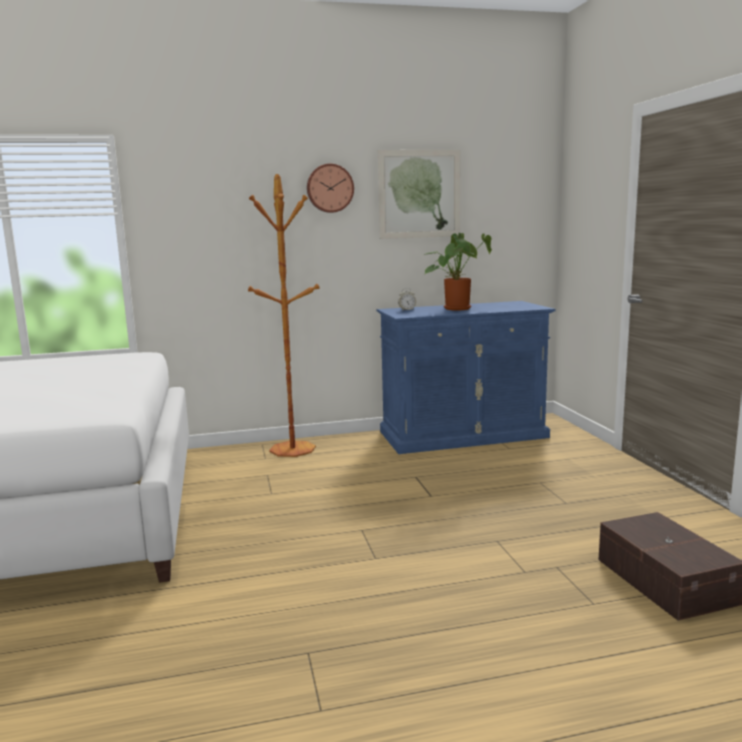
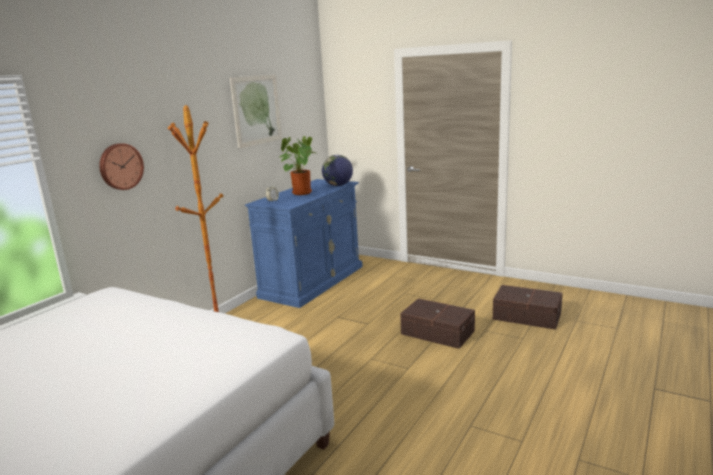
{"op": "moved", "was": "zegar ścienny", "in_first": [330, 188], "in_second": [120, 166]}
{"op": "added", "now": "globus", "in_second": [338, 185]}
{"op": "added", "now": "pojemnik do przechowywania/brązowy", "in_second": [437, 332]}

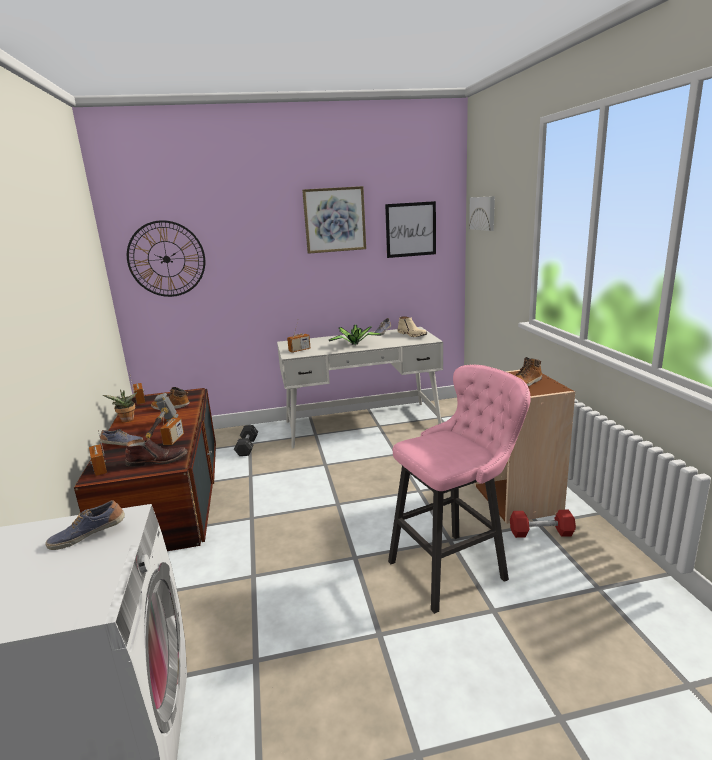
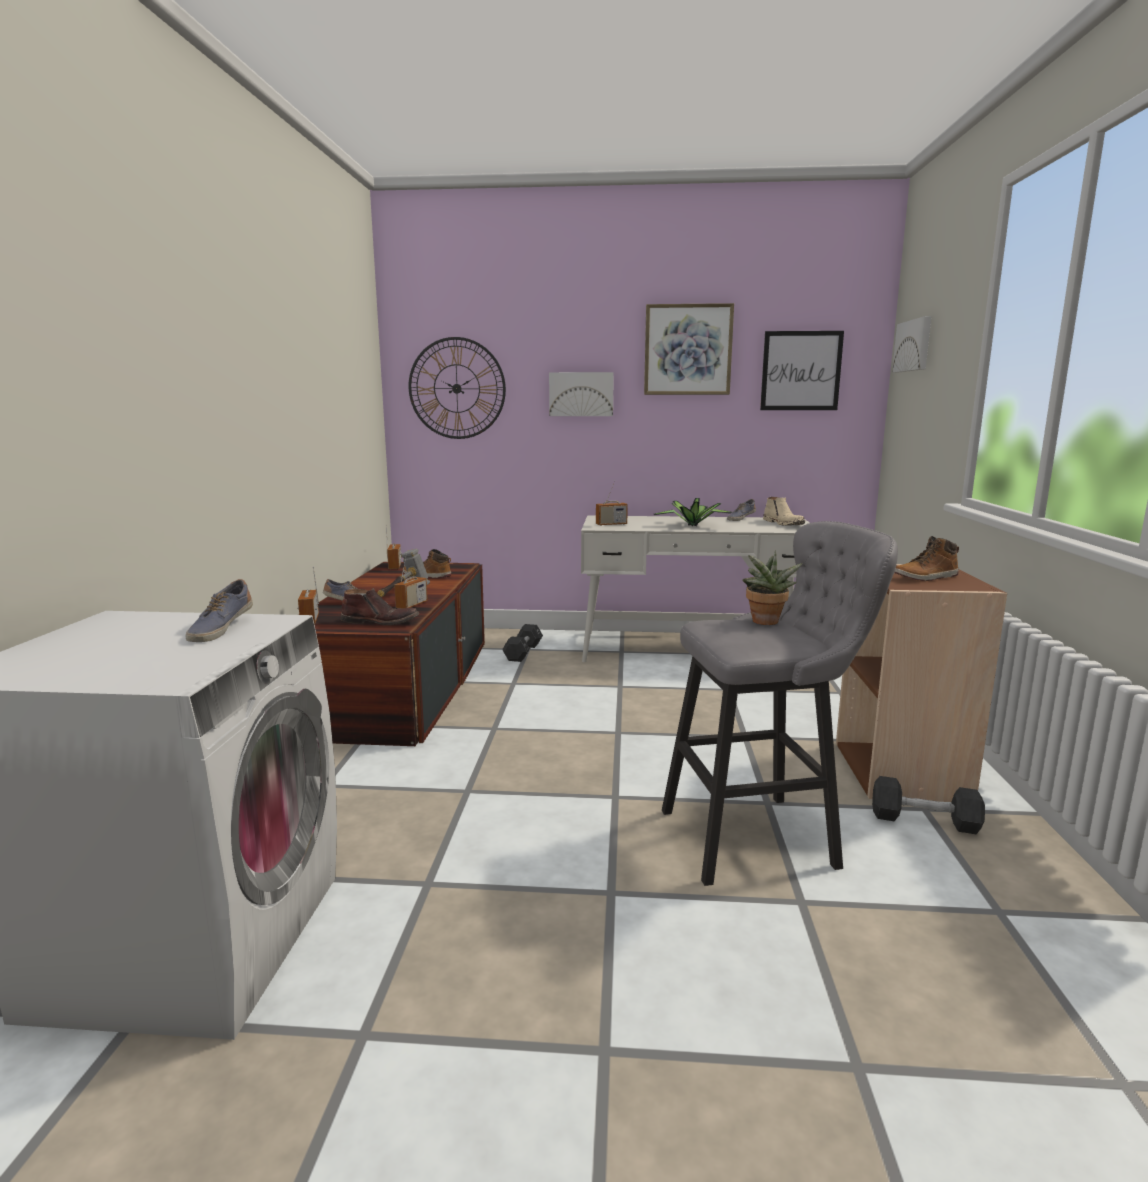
{"op": "turned", "was": "but", "in_first": [88, 535], "in_second": [220, 629], "clockwise": -75}
{"op": "moved", "was": "roślina doniczkowa", "in_first": [127, 420], "in_second": [765, 623]}
{"op": "recoloured", "was": "stołek/różowy", "now": "stołek/szary", "in_first": [458, 565], "in_second": [767, 835]}
{"op": "recoloured", "was": "hantel/czerwony", "now": "hantel/czarny", "in_first": [541, 533], "in_second": [924, 820]}
{"op": "added", "now": "obraz", "in_second": [581, 394]}

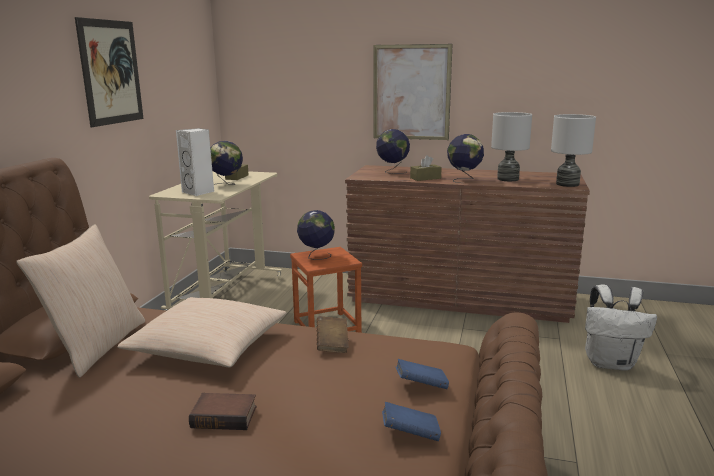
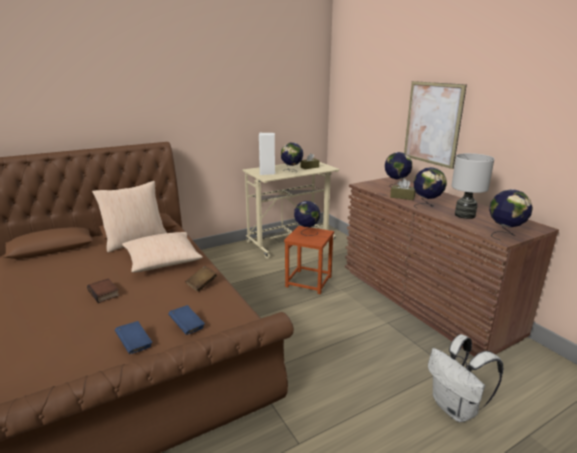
{"op": "removed", "was": "obraz", "in_first": [111, 72]}
{"op": "replaced", "was": "lampa stołowa/szary", "now": "globus", "in_first": [567, 184], "in_second": [504, 235]}

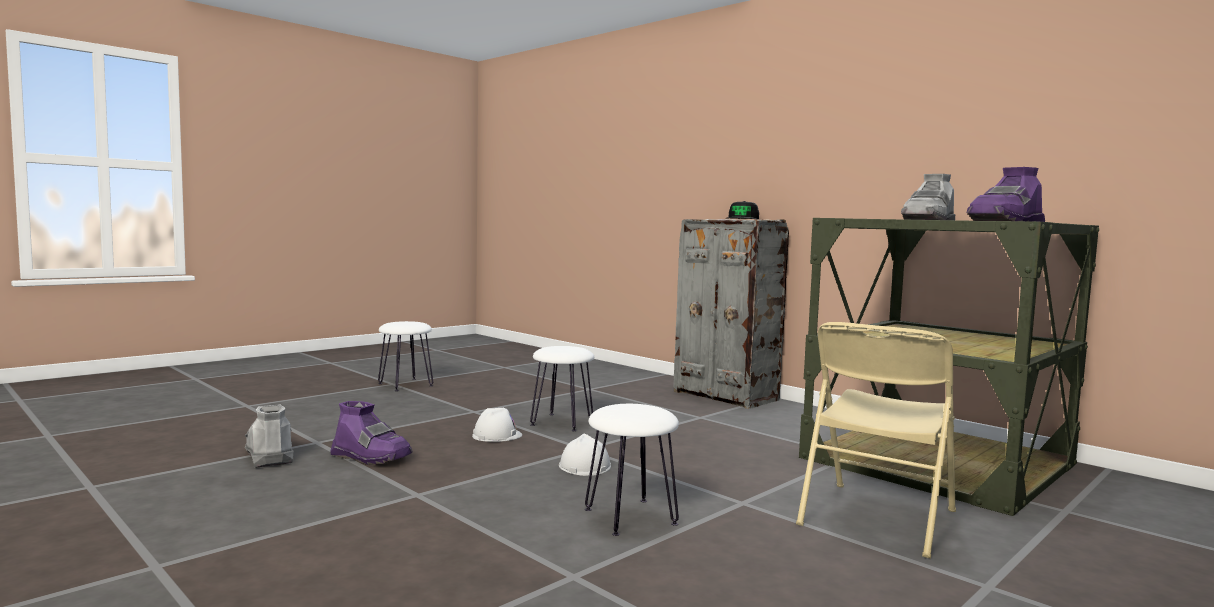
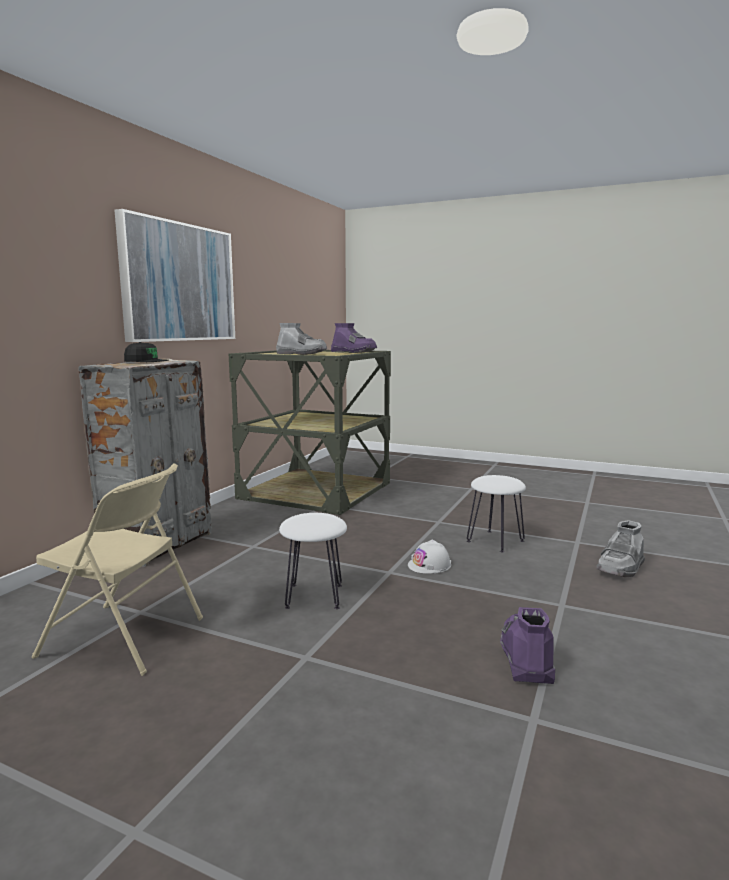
{"op": "moved", "was": "but z cholewką/szary", "in_first": [270, 454], "in_second": [620, 568]}
{"op": "removed", "was": "stołek/biały", "in_first": [405, 384]}
{"op": "removed", "was": "kask/biały", "in_first": [497, 435]}
{"op": "moved", "was": "krzesło/beżowy", "in_first": [877, 518], "in_second": [122, 637]}
{"op": "added", "now": "obraz", "in_second": [179, 282]}

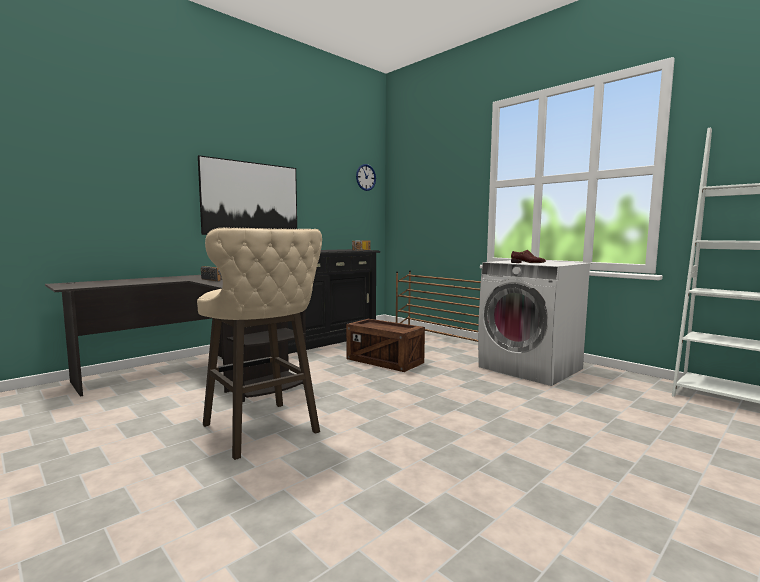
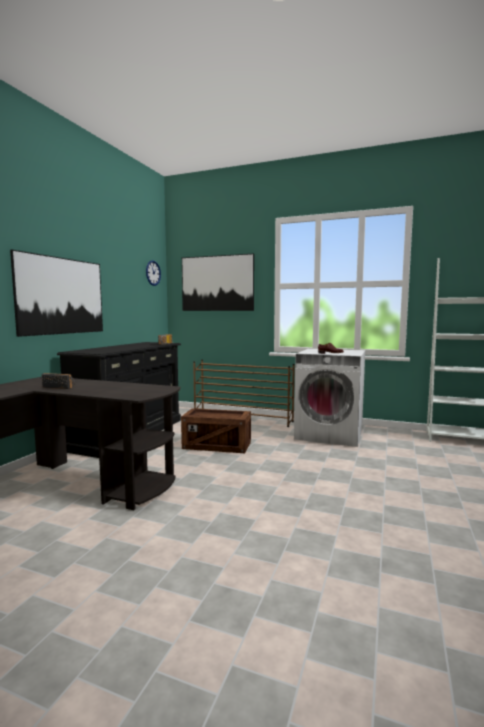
{"op": "removed", "was": "stołek/beżowy", "in_first": [263, 430]}
{"op": "added", "now": "obraz", "in_second": [217, 283]}

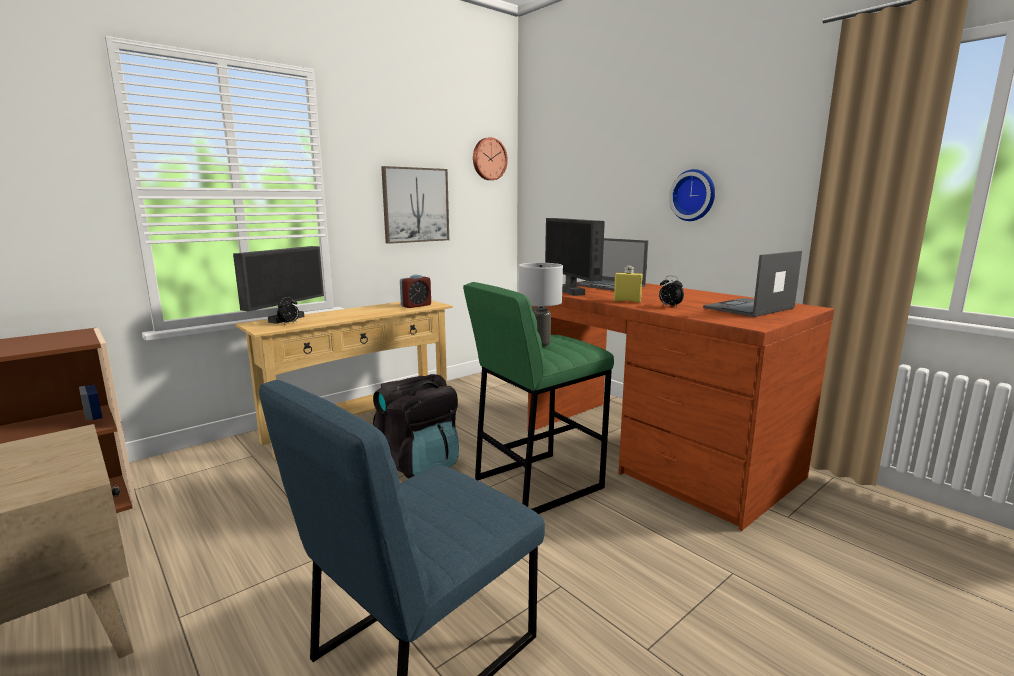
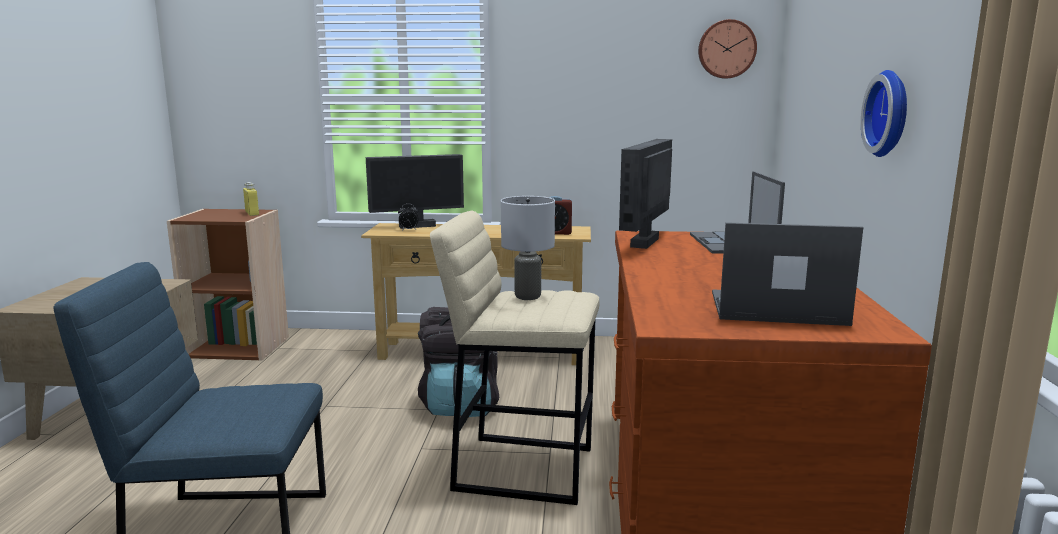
{"op": "removed", "was": "obraz", "in_first": [415, 205]}
{"op": "recoloured", "was": "stołek/zielony", "now": "stołek/beżowy", "in_first": [536, 484], "in_second": [520, 468]}
{"op": "moved", "was": "butelka/żółty", "in_first": [627, 301], "in_second": [252, 213]}
{"op": "removed", "was": "budzik", "in_first": [669, 306]}

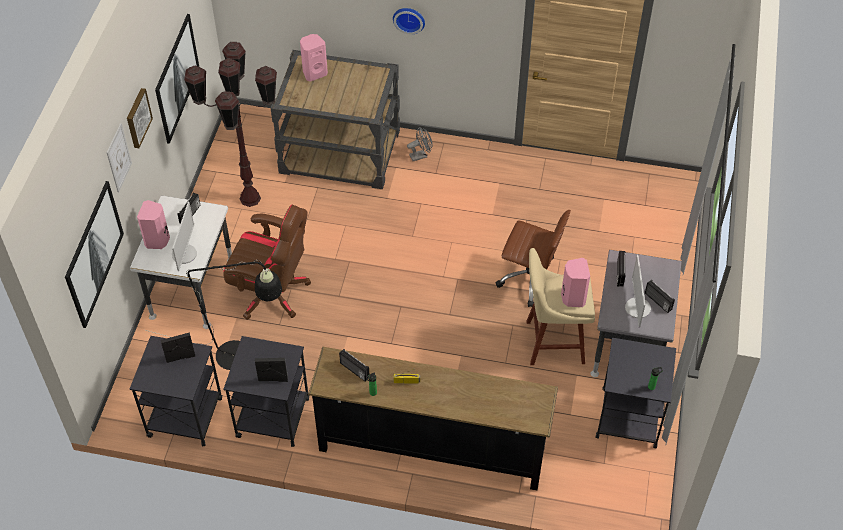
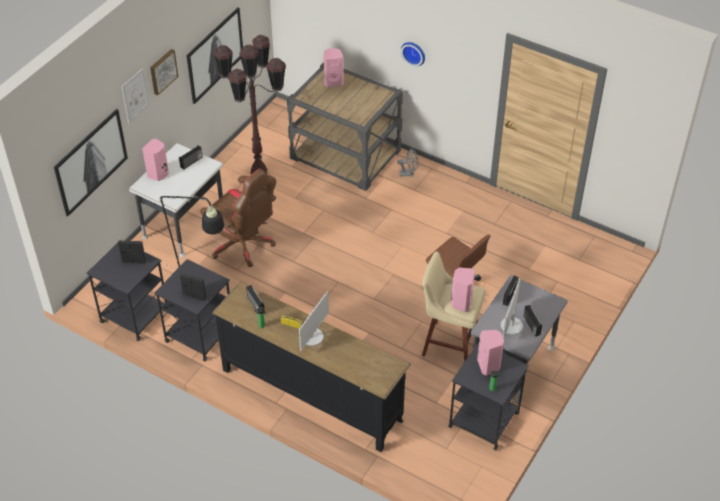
{"op": "moved", "was": "monitor", "in_first": [184, 254], "in_second": [312, 337]}
{"op": "added", "now": "głośnik/różowy", "in_second": [489, 365]}

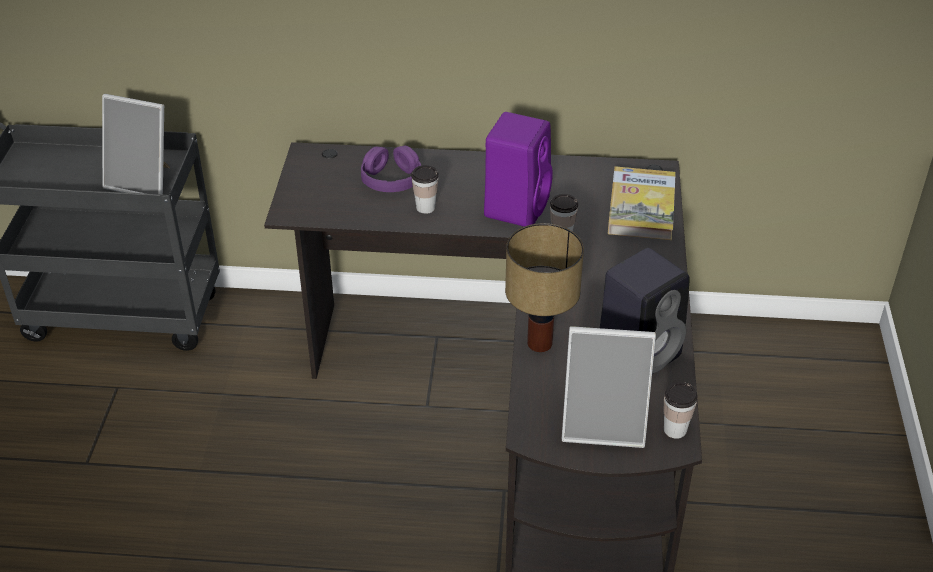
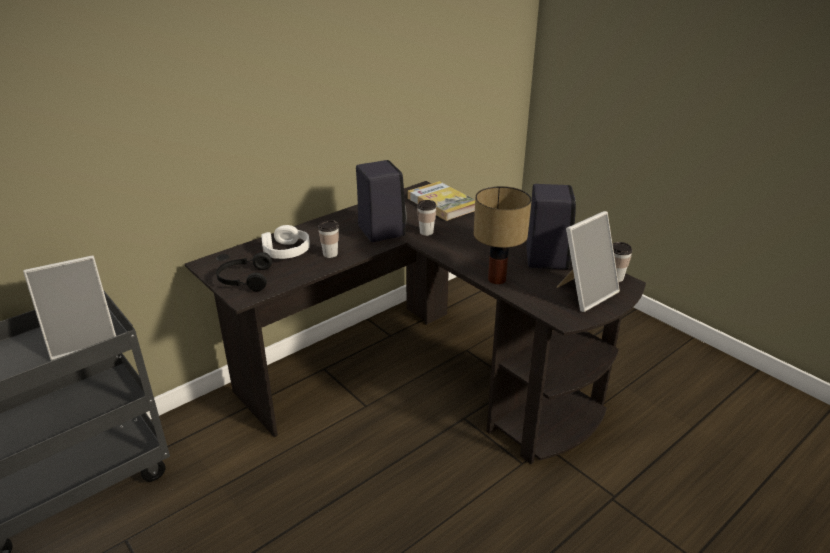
{"op": "recoloured", "was": "słuchawki/fioletowy", "now": "słuchawki/biały", "in_first": [391, 179], "in_second": [286, 251]}
{"op": "recoloured", "was": "głośnik/fioletowy", "now": "głośnik/czarny", "in_first": [517, 206], "in_second": [380, 230]}
{"op": "added", "now": "słuchawki/czarny", "in_second": [244, 280]}

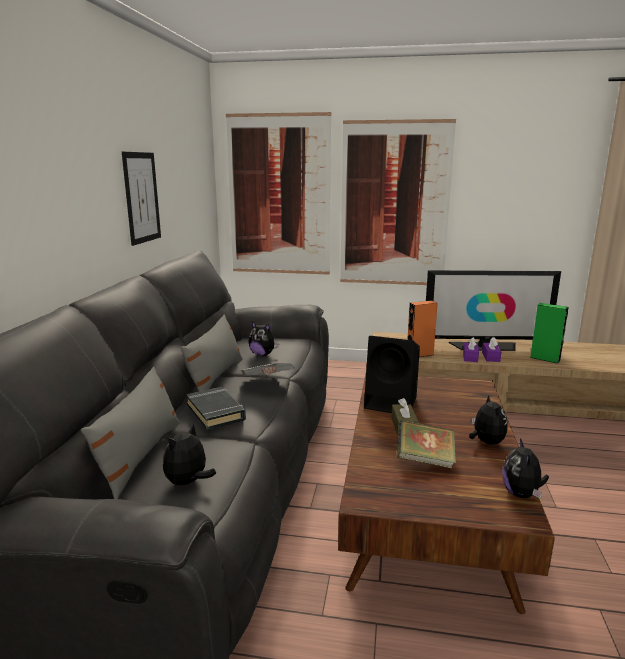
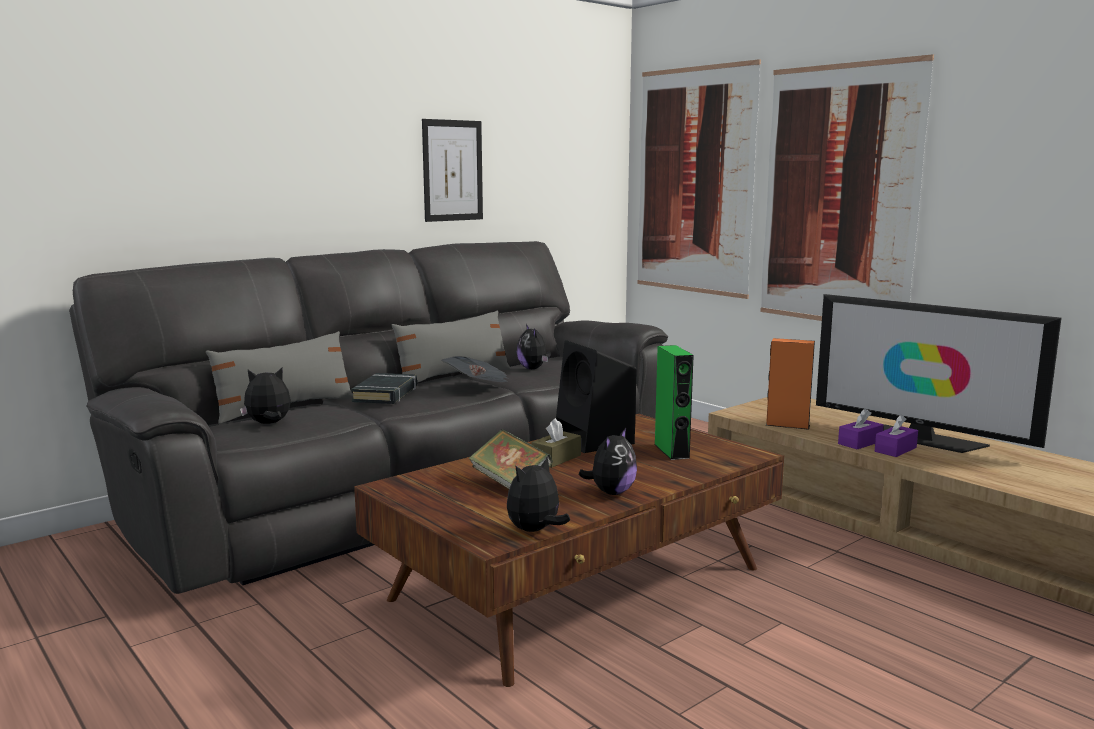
{"op": "moved", "was": "głośnik/zielony", "in_first": [545, 359], "in_second": [671, 451]}

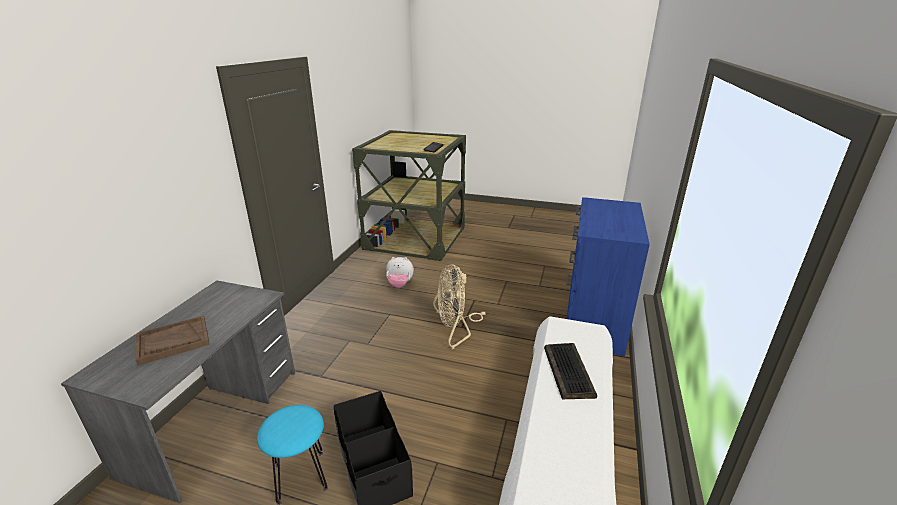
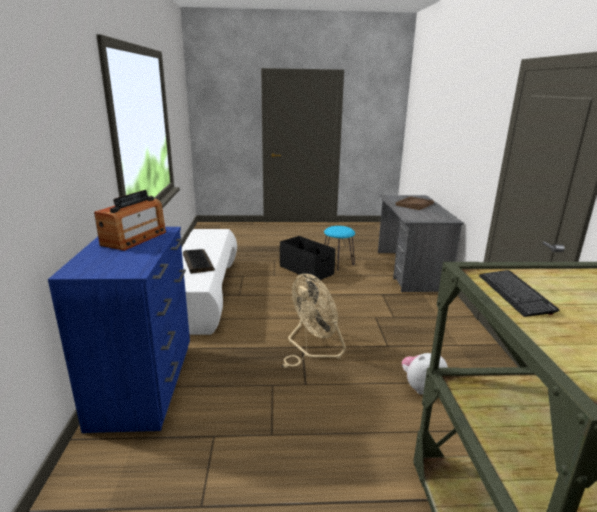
{"op": "added", "now": "radio", "in_second": [134, 238]}

